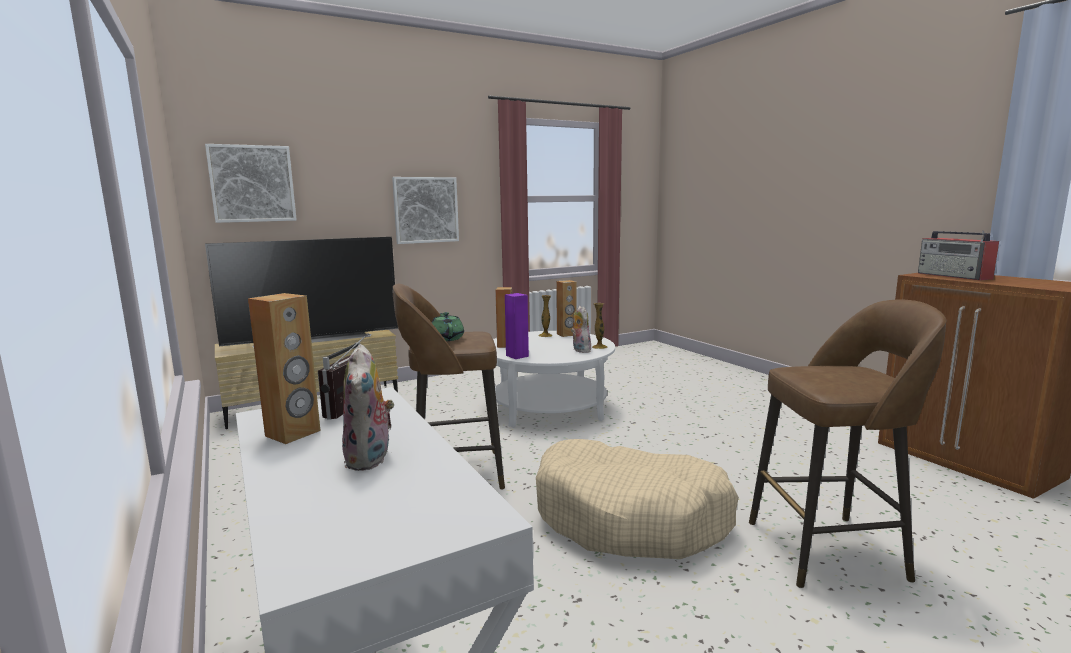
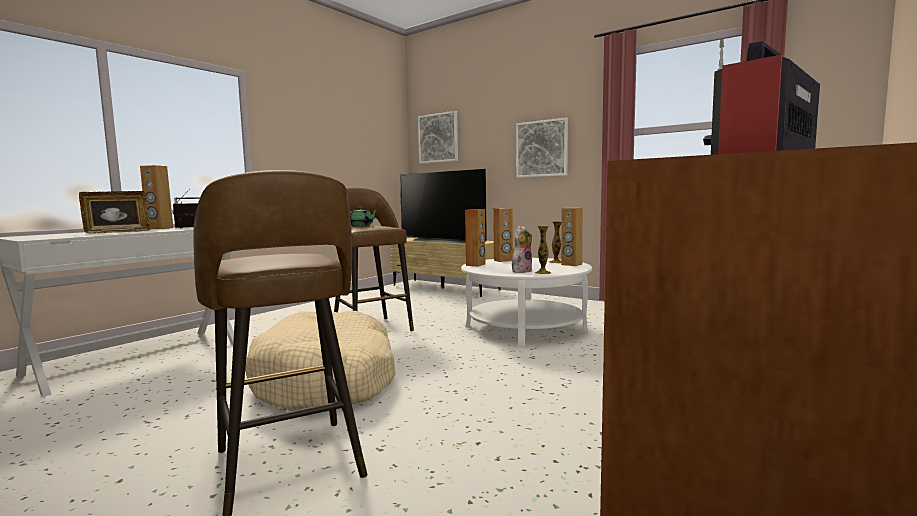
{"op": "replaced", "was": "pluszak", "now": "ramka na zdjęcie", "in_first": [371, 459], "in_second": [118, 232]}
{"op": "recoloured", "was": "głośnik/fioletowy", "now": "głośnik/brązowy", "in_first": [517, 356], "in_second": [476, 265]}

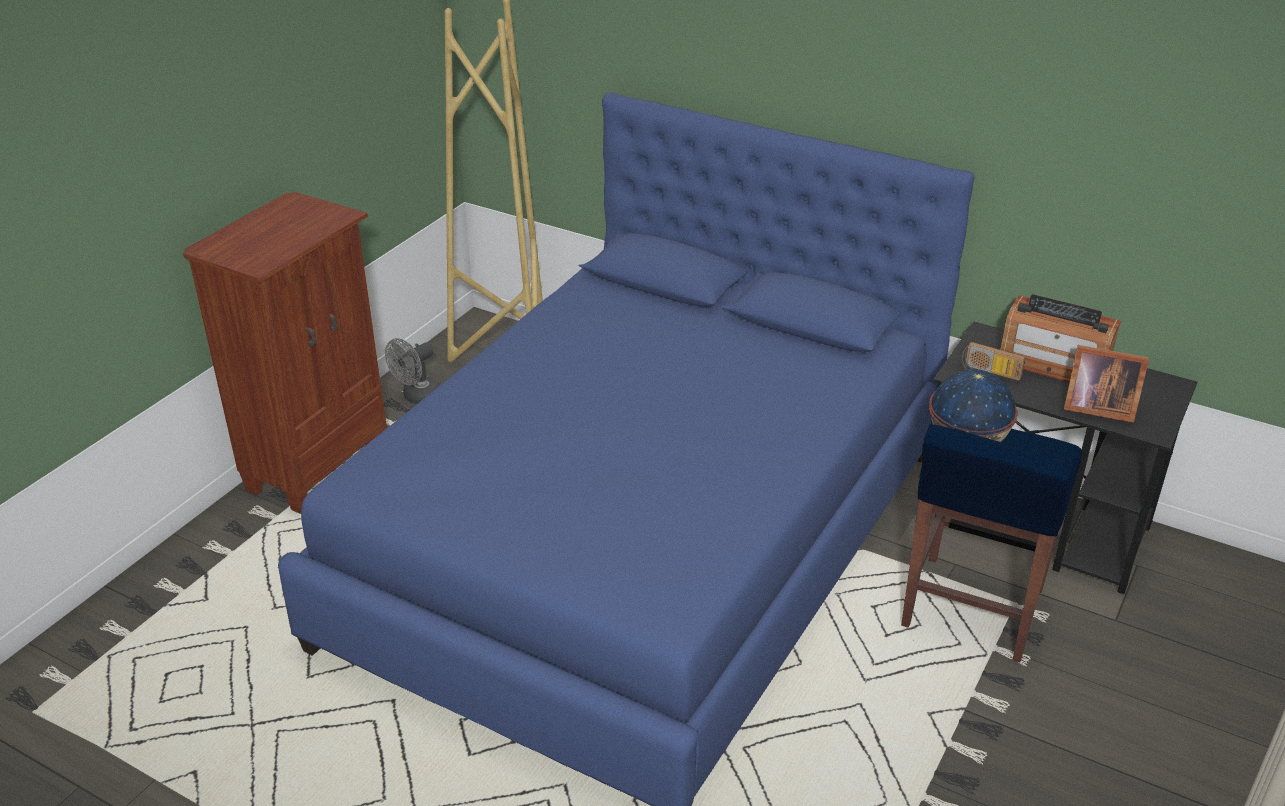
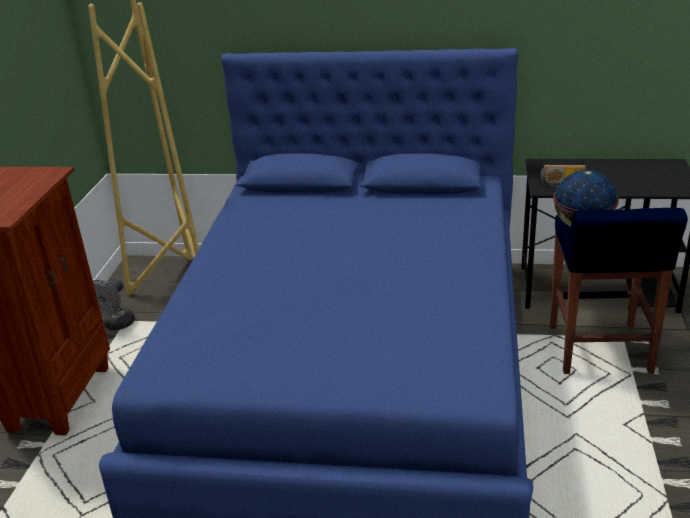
{"op": "removed", "was": "radio", "in_first": [1053, 364]}
{"op": "removed", "was": "ramka na zdjęcie", "in_first": [1096, 407]}

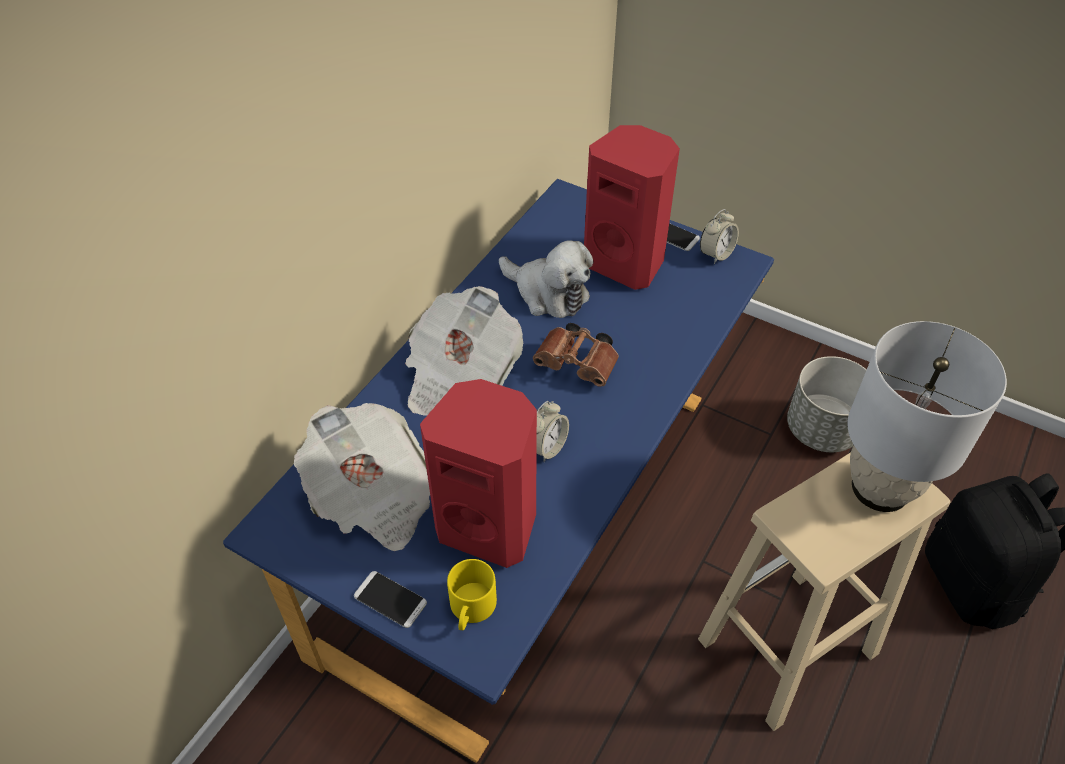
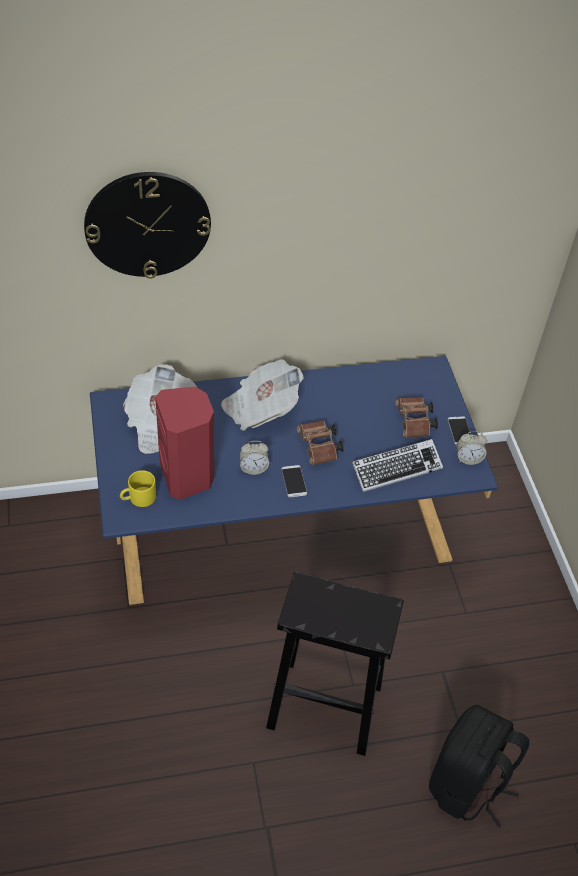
{"op": "moved", "was": "telefon", "in_first": [390, 599], "in_second": [294, 481]}
{"op": "removed", "was": "pluszak", "in_first": [548, 293]}
{"op": "replaced", "was": "głośnik/czerwony", "now": "lornetka/brązowy", "in_first": [626, 263], "in_second": [414, 424]}
{"op": "recoloured", "was": "stołek/beżowy", "now": "stołek/czarny", "in_first": [785, 649], "in_second": [322, 705]}
{"op": "removed", "was": "donica/szary", "in_first": [821, 429]}
{"op": "removed", "was": "lampa stołowa/biały", "in_first": [880, 489]}
{"op": "added", "now": "zegar ścienny", "in_second": [147, 224]}
{"op": "added", "now": "klawiatura", "in_second": [396, 468]}

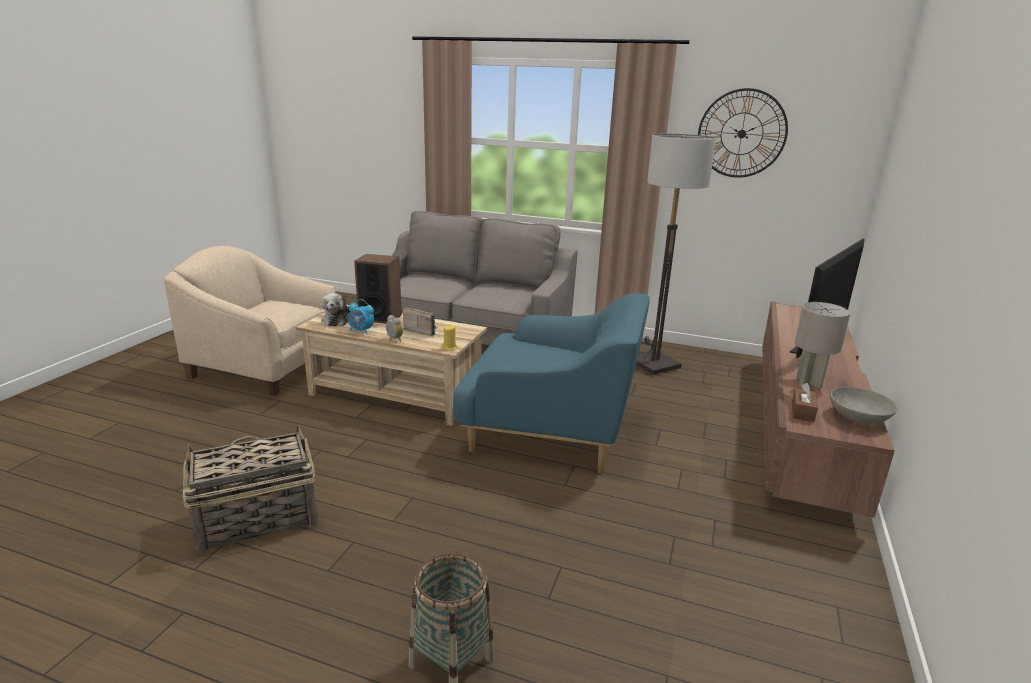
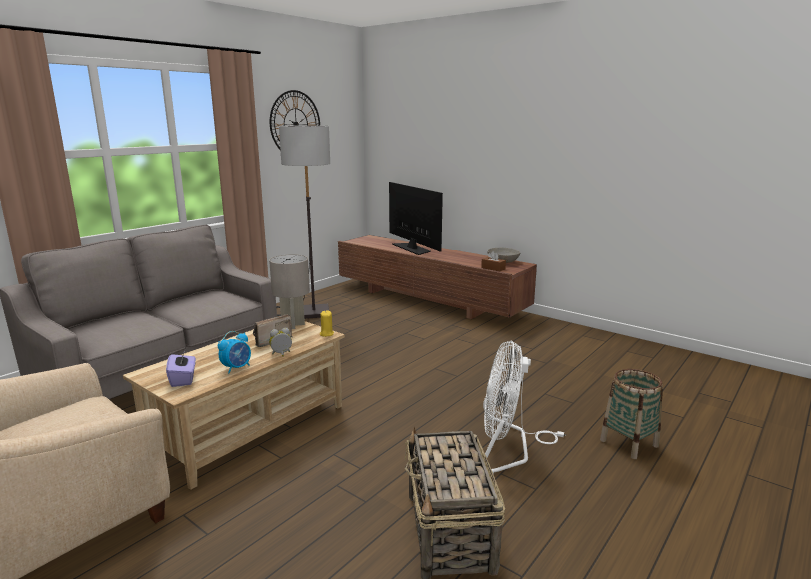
{"op": "replaced", "was": "pluszak", "now": "pudełko chusteczek/fioletowy", "in_first": [336, 320], "in_second": [183, 379]}
{"op": "removed", "was": "głośnik", "in_first": [380, 317]}
{"op": "removed", "was": "fotel/niebieski", "in_first": [550, 429]}
{"op": "moved", "was": "lampa stołowa/szary", "in_first": [809, 382], "in_second": [293, 325]}
{"op": "added", "now": "wentylator/biały", "in_second": [509, 444]}

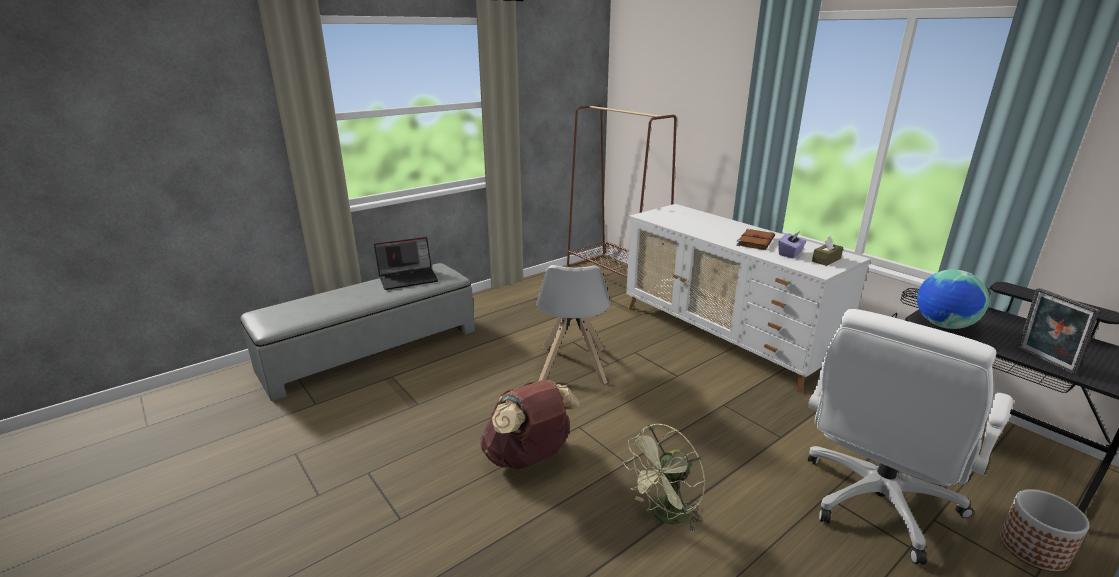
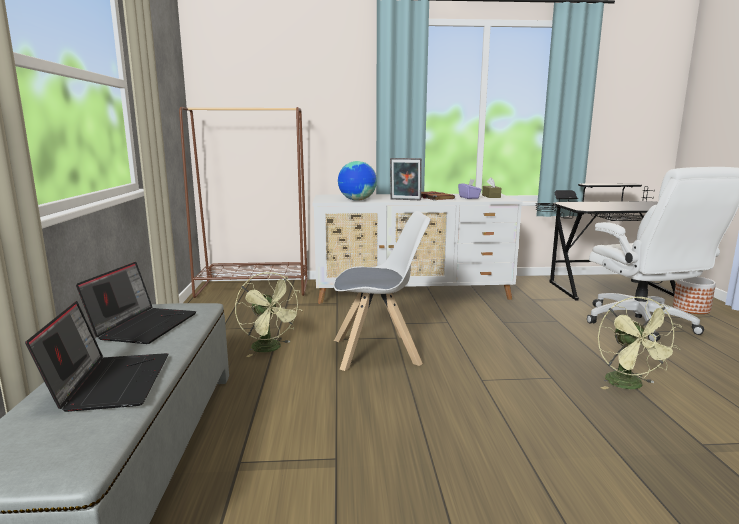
{"op": "removed", "was": "plecak/brązowy", "in_first": [528, 458]}
{"op": "turned", "was": "krzesło", "in_first": [572, 366], "in_second": [379, 352], "clockwise": -45}
{"op": "moved", "was": "globus", "in_first": [943, 325], "in_second": [357, 200]}
{"op": "moved", "was": "ramka na zdjęcie", "in_first": [1043, 361], "in_second": [405, 200]}
{"op": "added", "now": "laptop", "in_second": [110, 382]}
{"op": "added", "now": "wentylator/zielony", "in_second": [270, 349]}

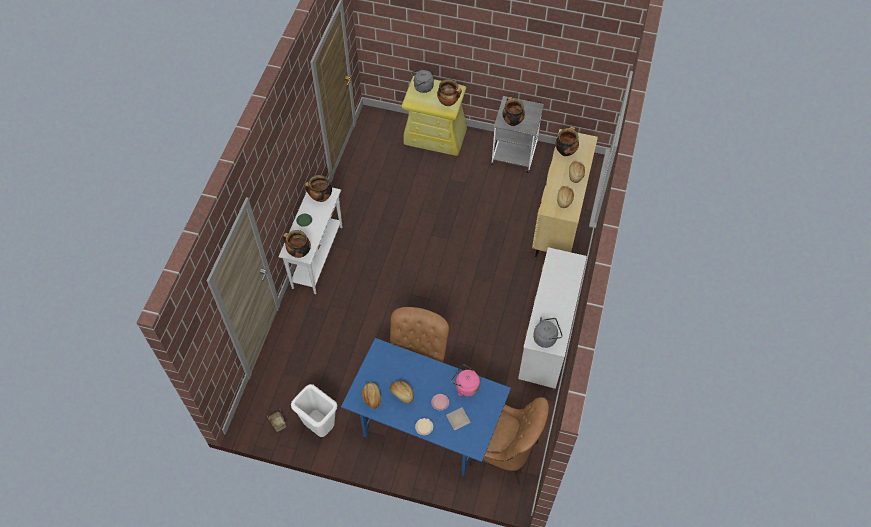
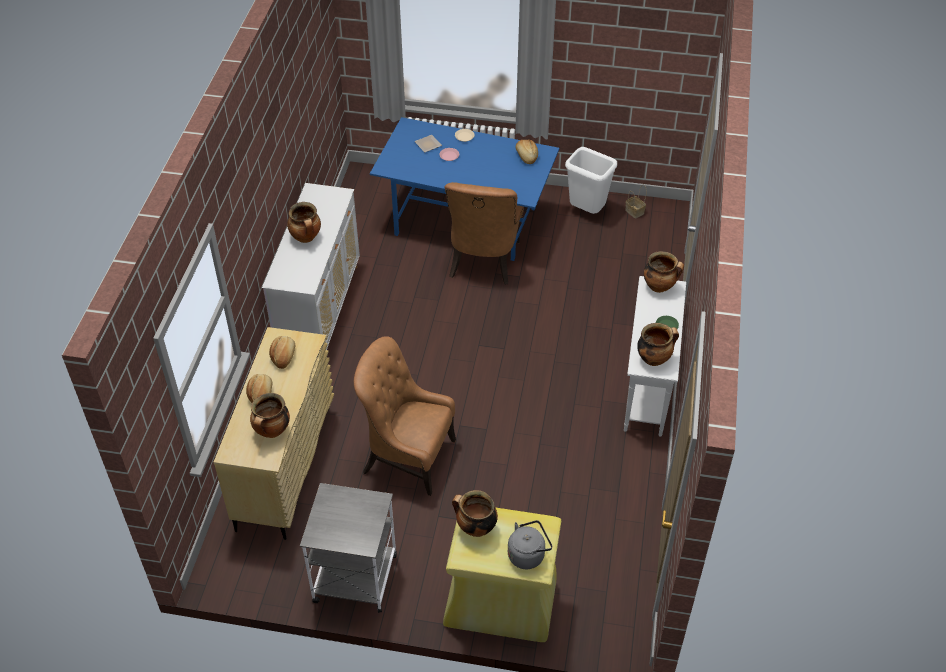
{"op": "removed", "was": "chleb", "in_first": [402, 394]}
{"op": "removed", "was": "czajnik/różowy", "in_first": [465, 386]}
{"op": "moved", "was": "krzesło/brązowy", "in_first": [505, 453], "in_second": [407, 457]}
{"op": "moved", "was": "garnek", "in_first": [512, 121], "in_second": [306, 238]}
{"op": "removed", "was": "czajnik/szary", "in_first": [546, 338]}

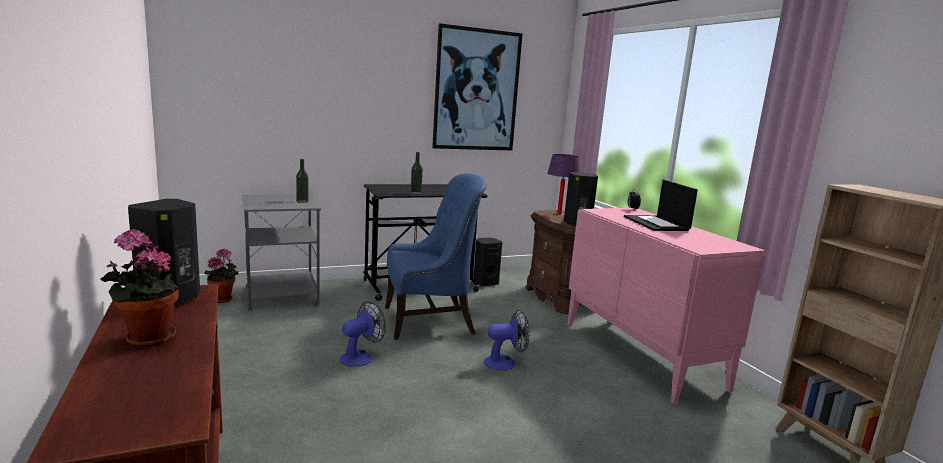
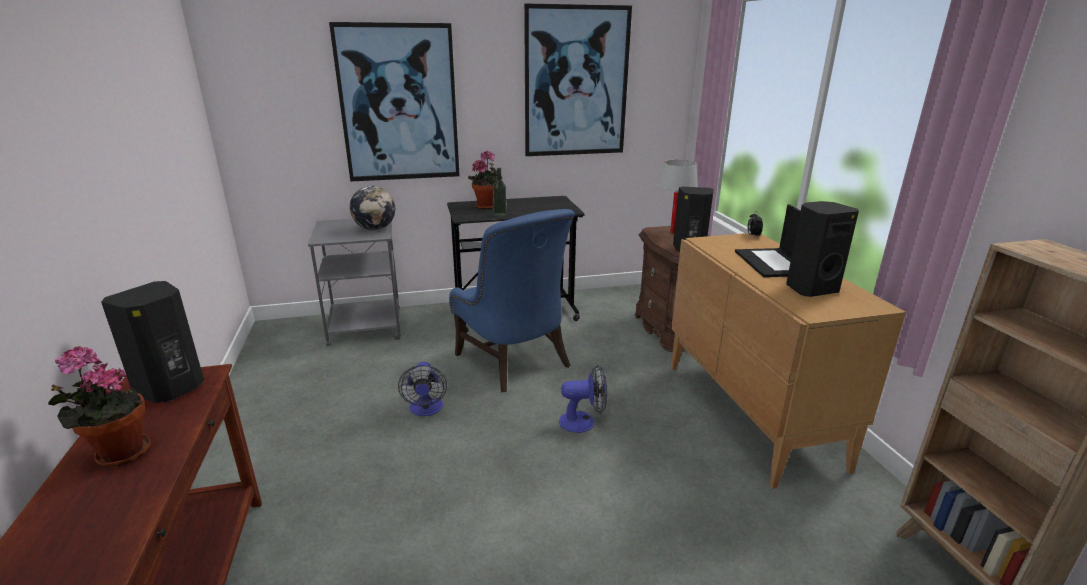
{"op": "moved", "was": "roślina doniczkowa", "in_first": [223, 299], "in_second": [487, 206]}
{"op": "replaced", "was": "butelka", "now": "globus", "in_first": [302, 201], "in_second": [375, 229]}
{"op": "turned", "was": "wentylator", "in_first": [360, 357], "in_second": [426, 410], "clockwise": 120}
{"op": "turned", "was": "krzesło/niebieski", "in_first": [430, 320], "in_second": [514, 360], "clockwise": 60}
{"op": "moved", "was": "głośnik/czarny", "in_first": [485, 283], "in_second": [810, 289]}
{"op": "recoloured", "was": "lampa stołowa/fioletowy", "now": "lampa stołowa/biały", "in_first": [559, 214], "in_second": [672, 232]}
{"op": "recoloured", "was": "szafka/różowy", "now": "szafka/brązowy", "in_first": [640, 354], "in_second": [749, 414]}
{"op": "added", "now": "obraz", "in_second": [399, 104]}

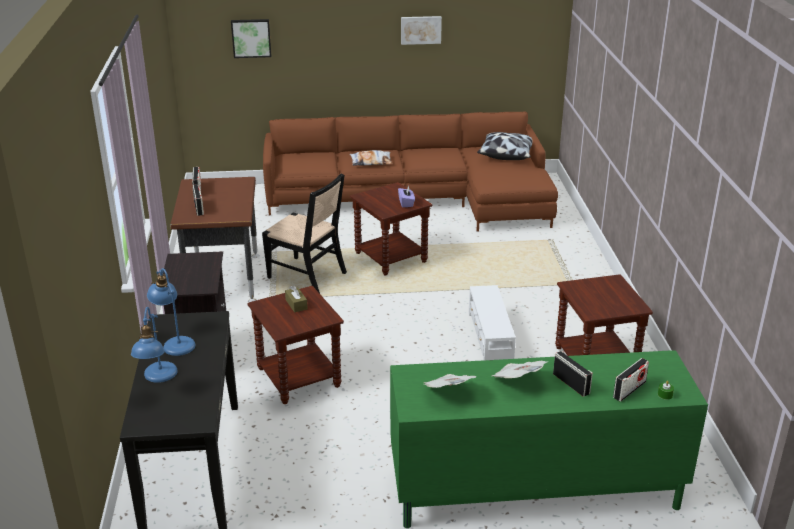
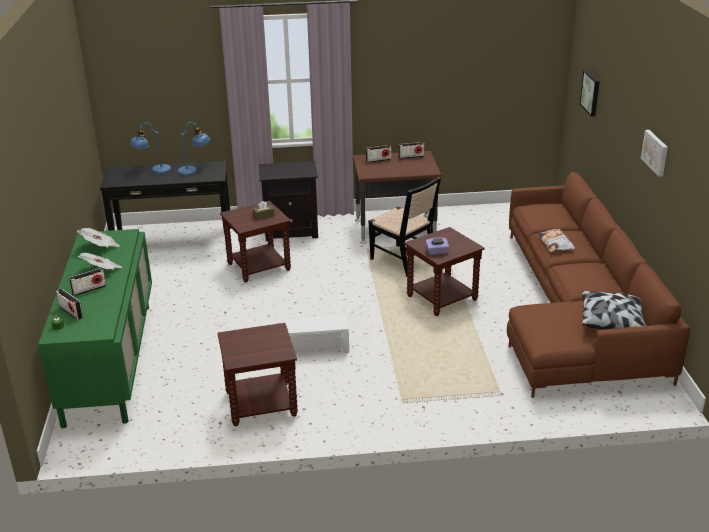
{"op": "turned", "was": "krzesło", "in_first": [307, 276], "in_second": [403, 261], "clockwise": -75}

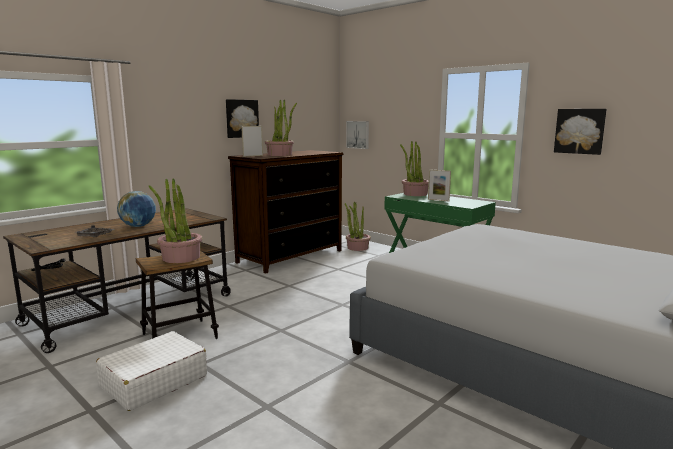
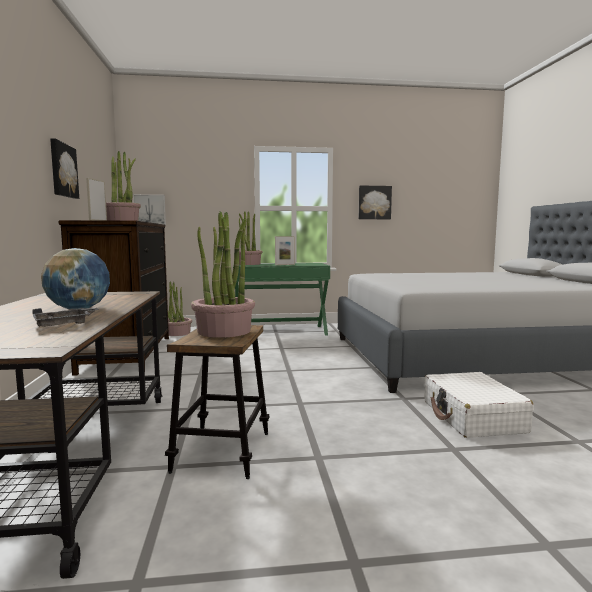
{"op": "moved", "was": "walizka/biały", "in_first": [153, 381], "in_second": [472, 417]}

